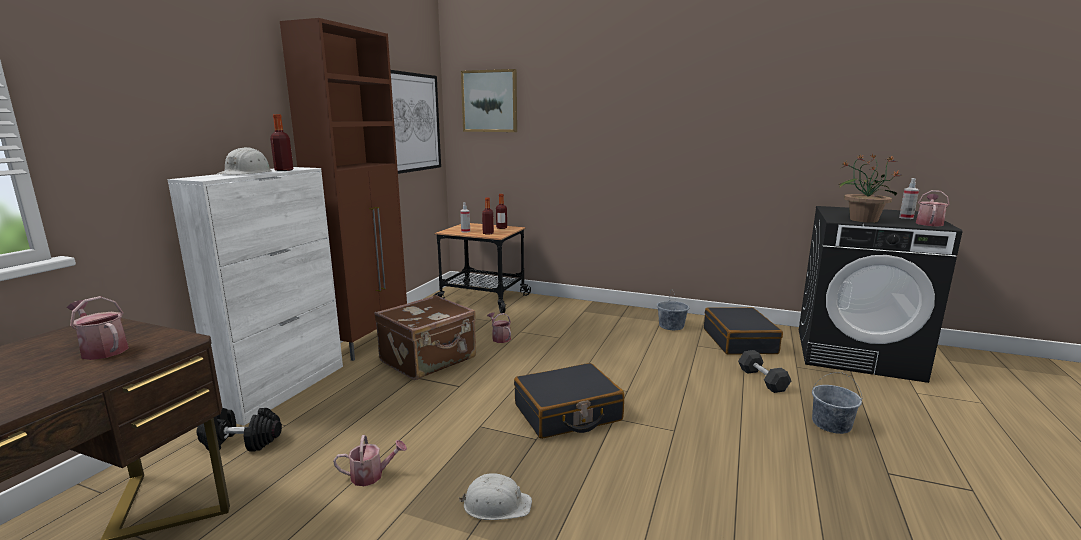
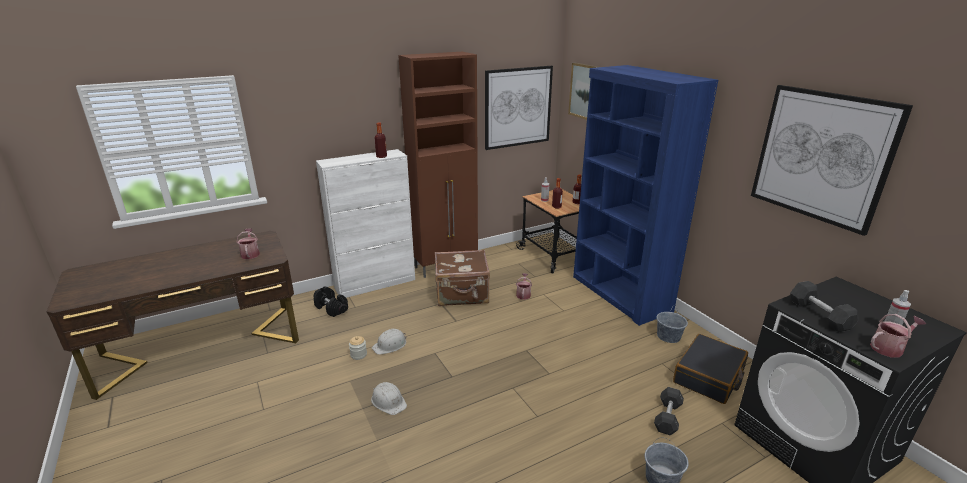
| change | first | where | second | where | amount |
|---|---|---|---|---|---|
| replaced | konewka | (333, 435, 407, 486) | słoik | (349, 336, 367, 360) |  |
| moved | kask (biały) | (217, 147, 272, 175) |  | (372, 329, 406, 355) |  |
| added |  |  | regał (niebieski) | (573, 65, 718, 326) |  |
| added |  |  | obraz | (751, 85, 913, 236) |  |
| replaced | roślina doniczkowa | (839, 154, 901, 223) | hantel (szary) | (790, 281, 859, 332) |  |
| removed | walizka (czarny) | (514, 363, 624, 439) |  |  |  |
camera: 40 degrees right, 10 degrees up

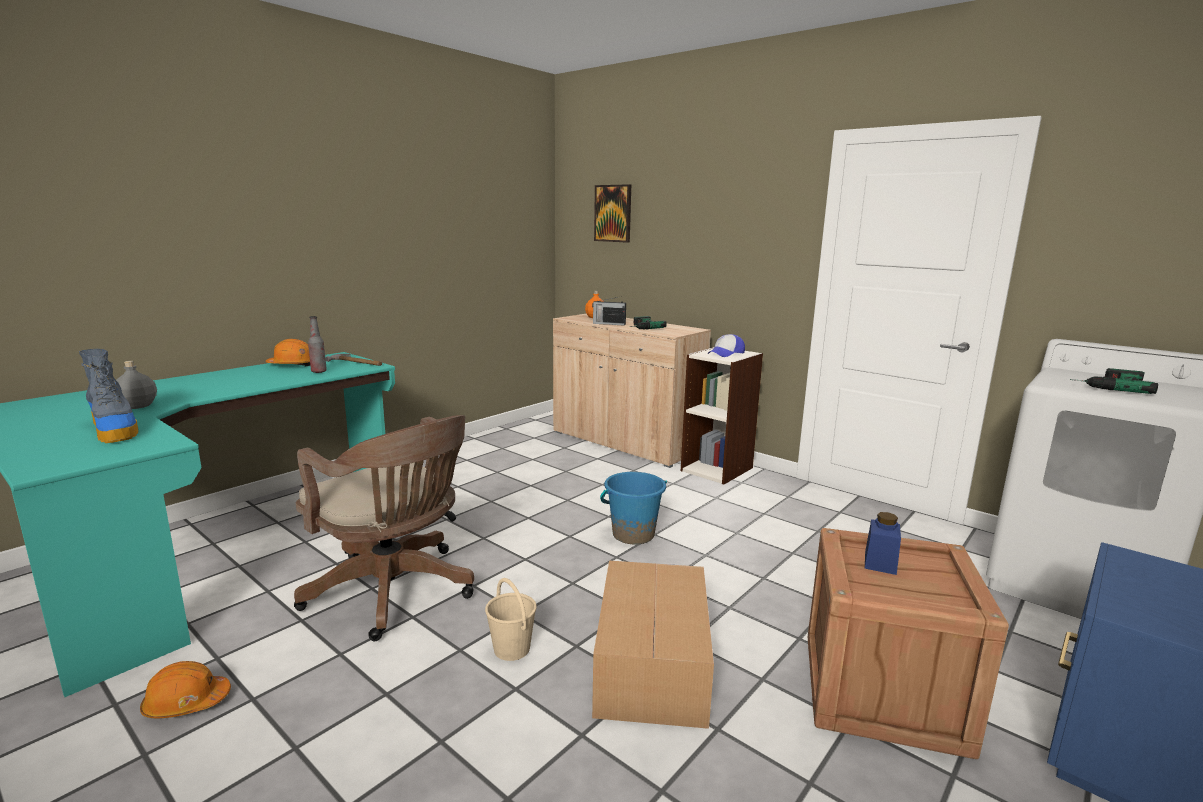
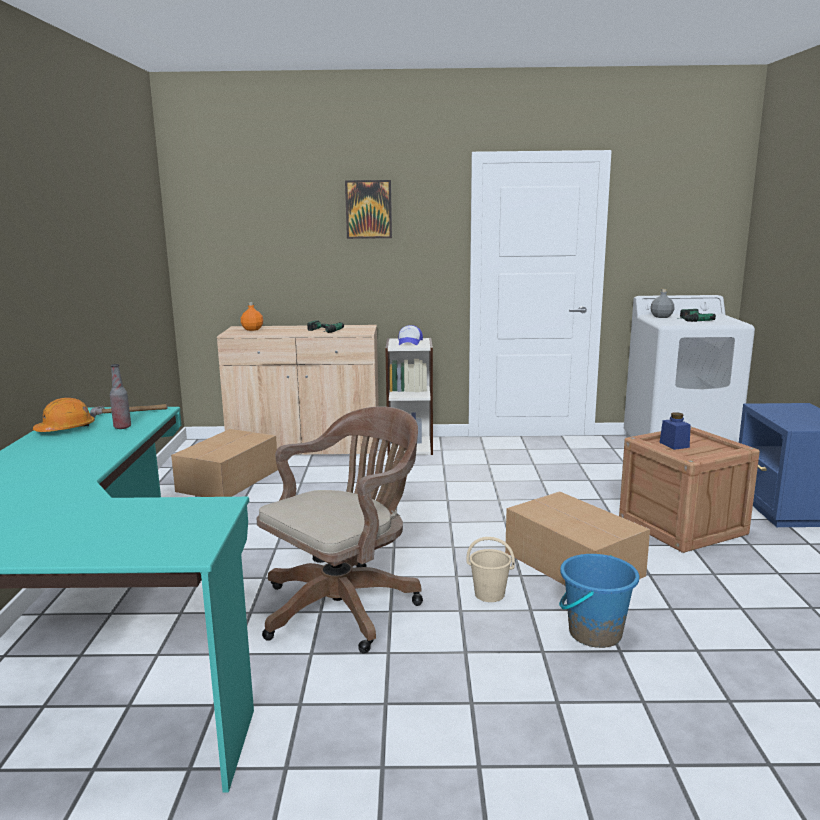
| change | first | where | second | where | amount |
|---|---|---|---|---|---|
| added |  |  | karton | (171, 429, 278, 497) |  |
| turned | krzesło biurowe (brązowy) | (294, 415, 474, 641) |  | (257, 407, 423, 653) | 45 degrees counterclockwise |
| moved | obraz | (594, 184, 631, 243) |  | (345, 180, 392, 239) |  |
| moved | wiadro (niebieski) | (600, 472, 667, 545) |  | (559, 554, 639, 648) |  |
| moved | butelka (szary) | (116, 361, 157, 409) |  | (650, 289, 674, 318) |  |
| removed | but z cholewką | (79, 349, 138, 443) |  |  |  |
| removed | kask (pomarańczowy) | (140, 661, 231, 718) |  |  |  |
| removed | radio | (592, 297, 626, 325) |  |  |  |
camera: 40 degrees left, 0 degrees up

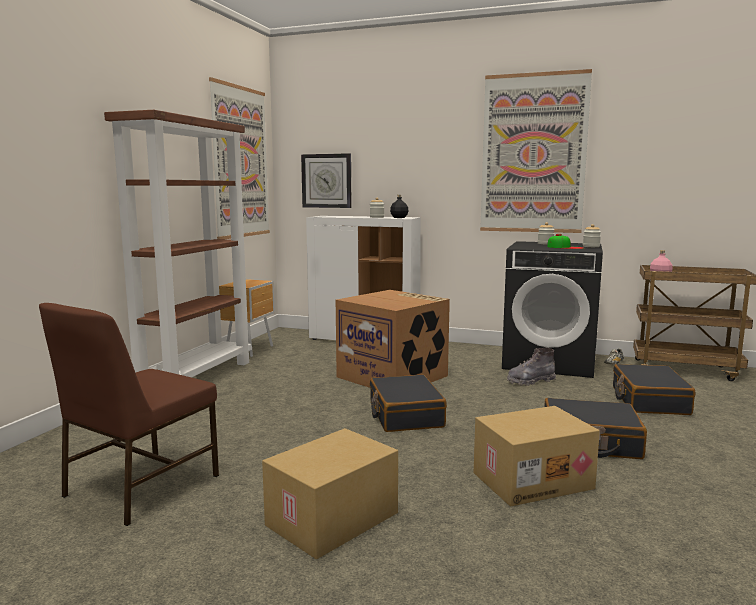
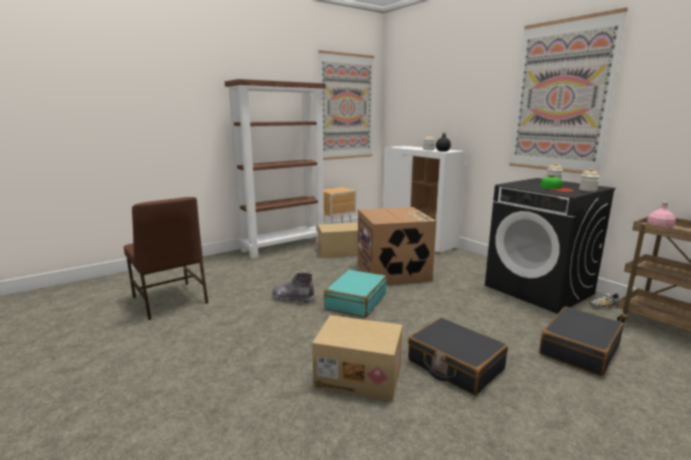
| change | first | where | second | where | amount |
|---|---|---|---|---|---|
| turned | krzesło (brązowy) | (39, 303, 219, 526) |  | (124, 197, 208, 320) | 105 degrees counterclockwise |
| moved | but z cholewką (szary) | (507, 348, 556, 386) |  | (272, 273, 315, 304) |  |
| moved | karton | (262, 428, 398, 559) |  | (318, 223, 358, 258) |  |
| recoloured | walizka (czarny) | (370, 375, 447, 432) | walizka (turkusowy) | (324, 270, 387, 317) |  |
| removed | zegar ścienny | (301, 153, 352, 208) |  |  |  |
camera: 35 degrees right, 5 degrees up

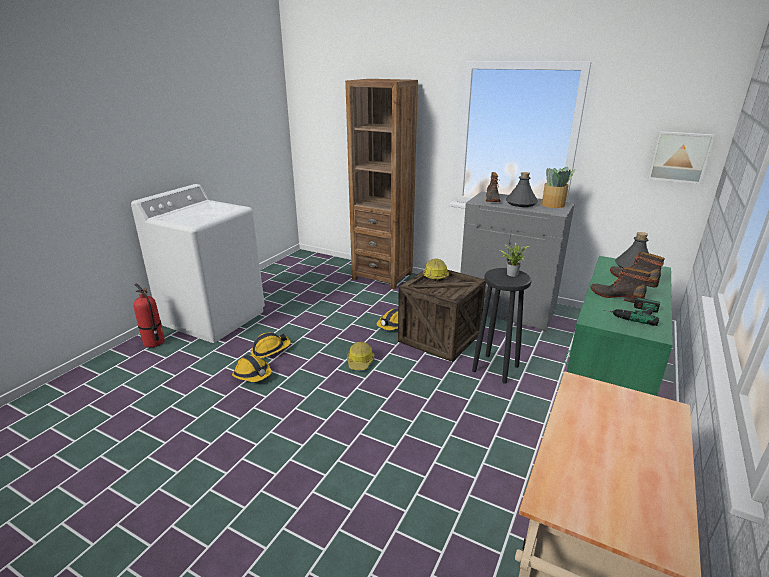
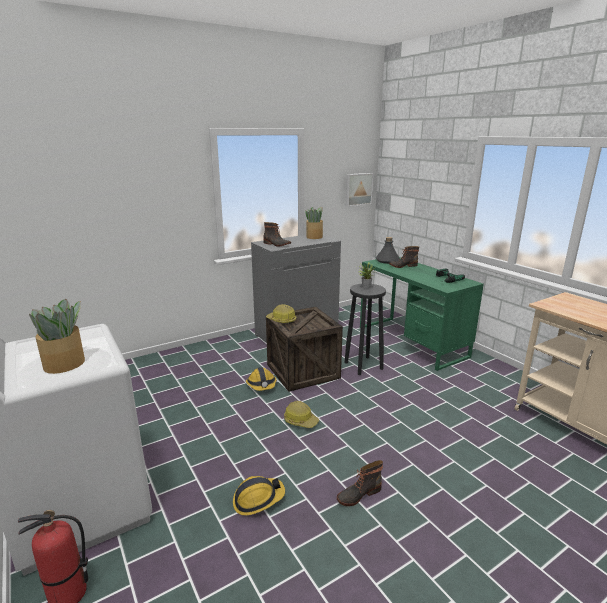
| change | first | where | second | where | amount |
|---|---|---|---|---|---|
| added |  |  | roślina doniczkowa | (29, 299, 85, 374) |  |
| moved | but z cholewką | (590, 267, 651, 303) |  | (337, 460, 383, 506) |  |
| removed | kask | (251, 333, 291, 358) |  |  |  |
| removed | regał (brązowy) | (345, 79, 418, 289) |  |  |  |
| removed | butelka (szary) | (506, 172, 538, 207) |  |  |  |
camera: 60 degrees left, 5 degrees down

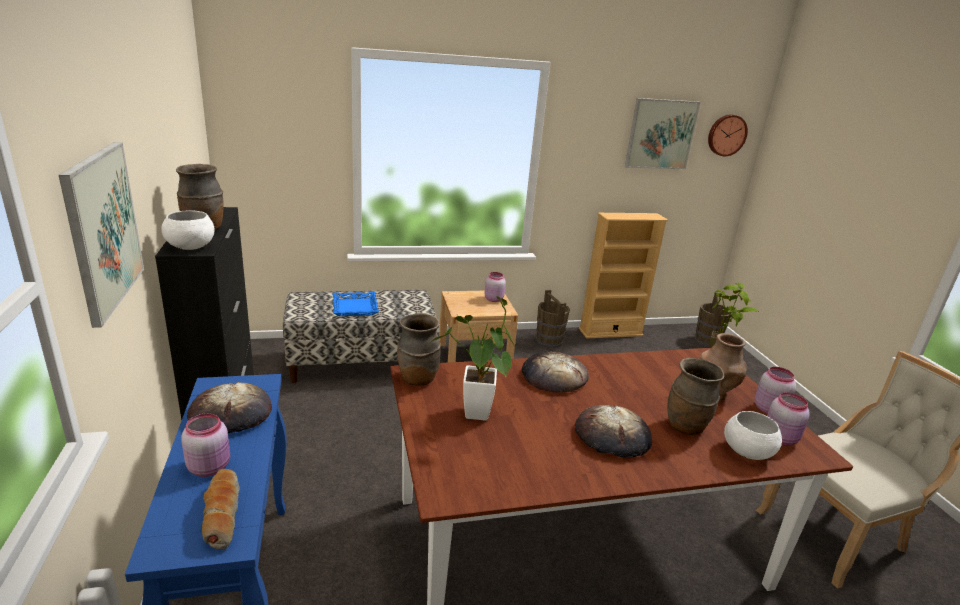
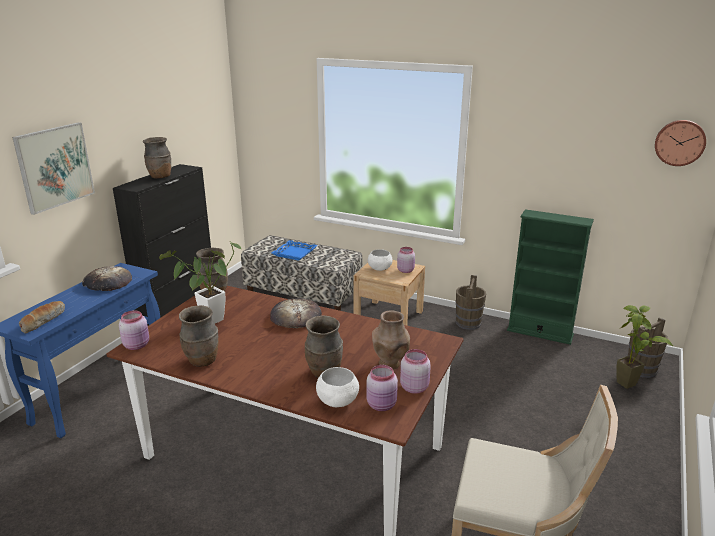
| change | first | where | second | where | amount |
|---|---|---|---|---|---|
| moved | słoik (różowy) | (181, 413, 230, 477) |  | (119, 310, 149, 350) |  |
| added |  |  | wazon (brązowy) | (179, 305, 219, 367) |  |
| moved | miska (biały) | (161, 210, 215, 250) |  | (368, 249, 393, 271) |  |
| recoloured | regał (beżowy) | (579, 213, 668, 338) | regał (zielony) | (507, 210, 594, 345) |  |
| removed | chleb | (575, 405, 652, 457) |  |  |  |
| removed | obraz | (625, 98, 700, 169) |  |  |  |
camera: 40 degrees right, 0 degrees up

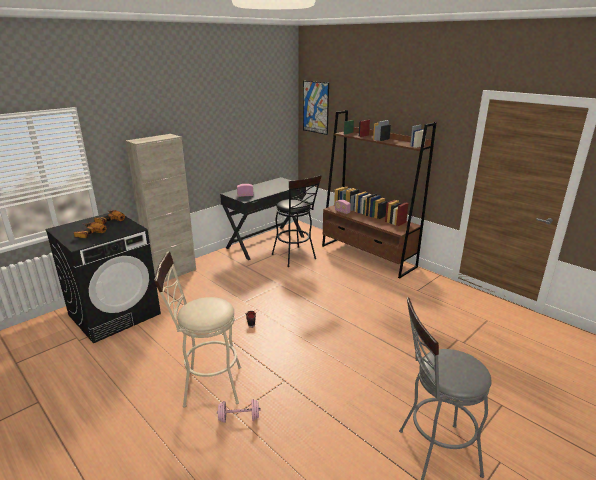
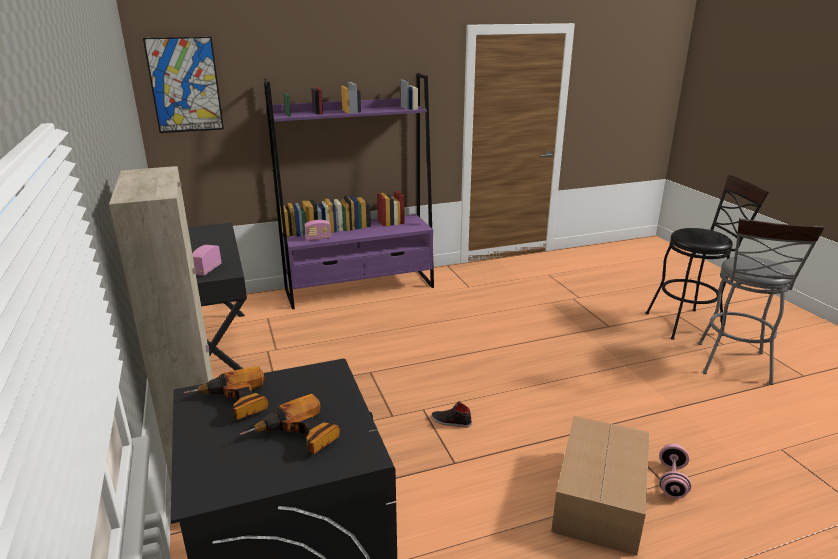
| change | first | where | second | where | amount |
|---|---|---|---|---|---|
| recoloured | regał (brązowy) | (322, 110, 436, 279) | regał (fioletowy) | (264, 73, 434, 309) |  |
| replaced | stołek (beżowy) | (154, 251, 241, 407) | karton | (551, 416, 649, 556) |  |
| moved | stołek (czarny) | (272, 175, 322, 267) |  | (646, 175, 769, 340) |  |
camera: 65 degrees left, 0 degrees up

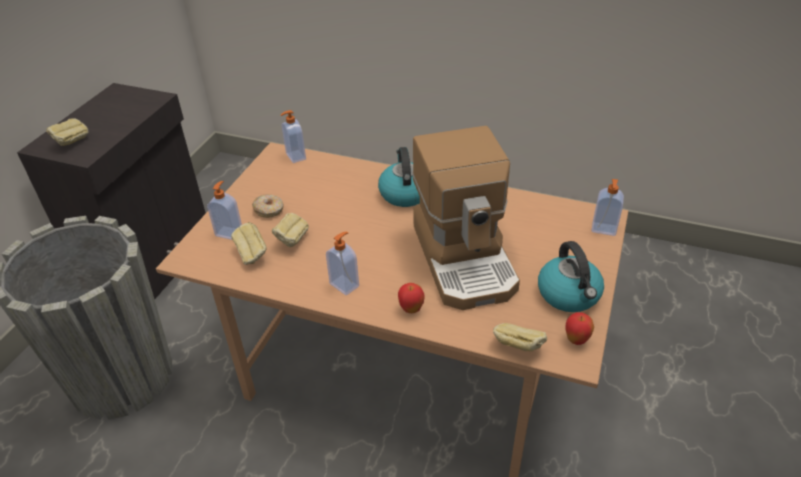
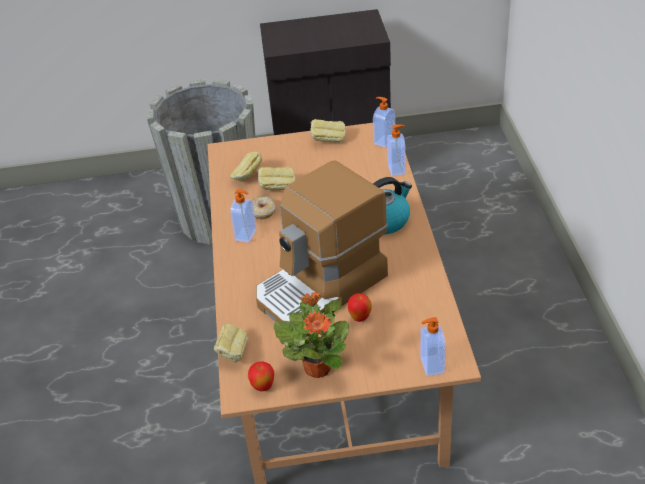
| change | first | where | second | where | amount |
|---|---|---|---|---|---|
| moved | donut | (252, 194, 284, 218) |  | (252, 196, 276, 220) |  |
| replaced | czajnik | (538, 241, 604, 312) | roślina doniczkowa | (274, 292, 349, 378) |  |
| moved | chleb | (46, 118, 89, 146) |  | (310, 119, 346, 143) |  |
| moved | jabłko | (398, 283, 425, 313) |  | (347, 293, 371, 322) |  |
| moved | dozownik mydła | (207, 181, 242, 240) |  | (387, 124, 406, 176) |  |
camera: 65 degrees right, 0 degrees up

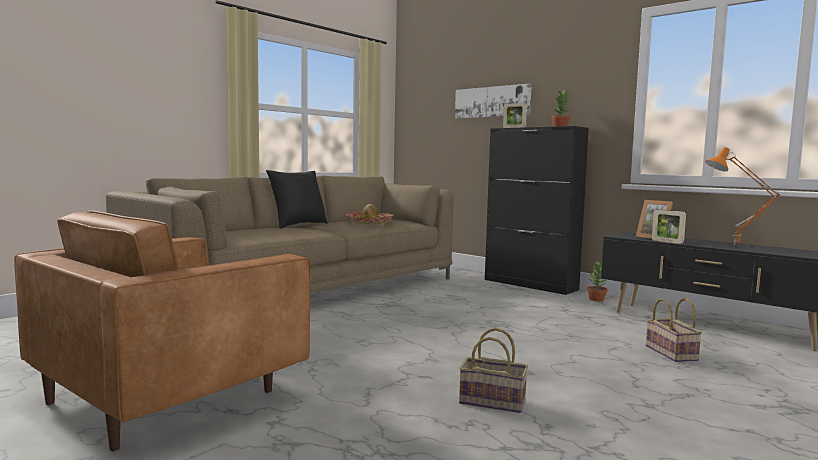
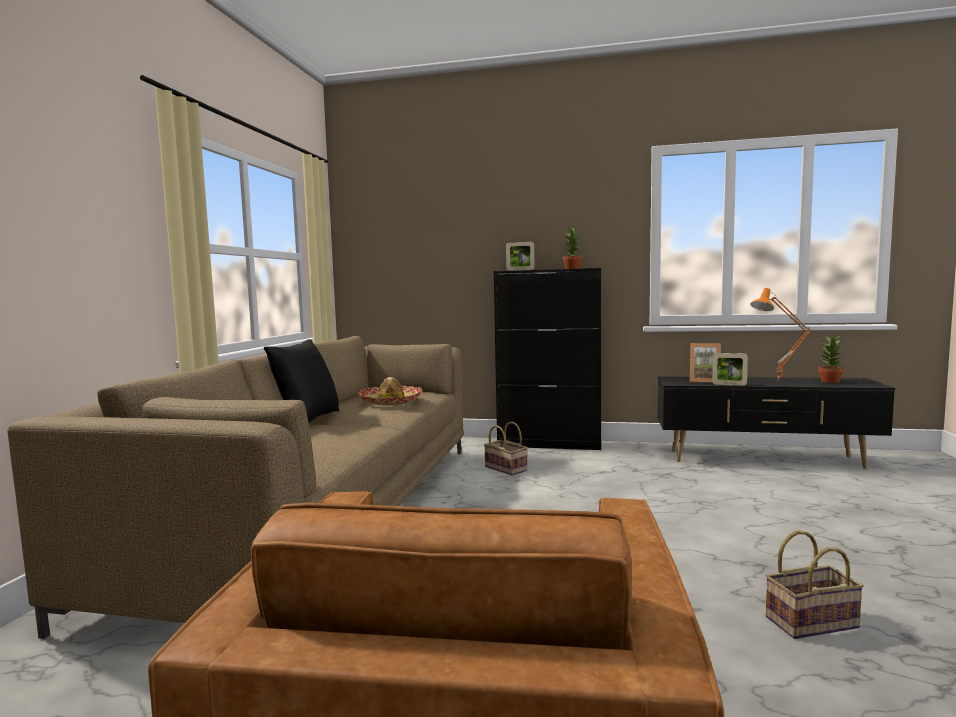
| change | first | where | second | where | amount |
|---|---|---|---|---|---|
| moved | koszyk | (646, 298, 702, 362) |  | (484, 421, 528, 475) |  |
| moved | roślina doniczkowa | (587, 261, 608, 301) |  | (818, 336, 845, 383) |  |
| removed | obraz | (455, 83, 532, 119) |  |  |  |
camera: 30 degrees left, 0 degrees up

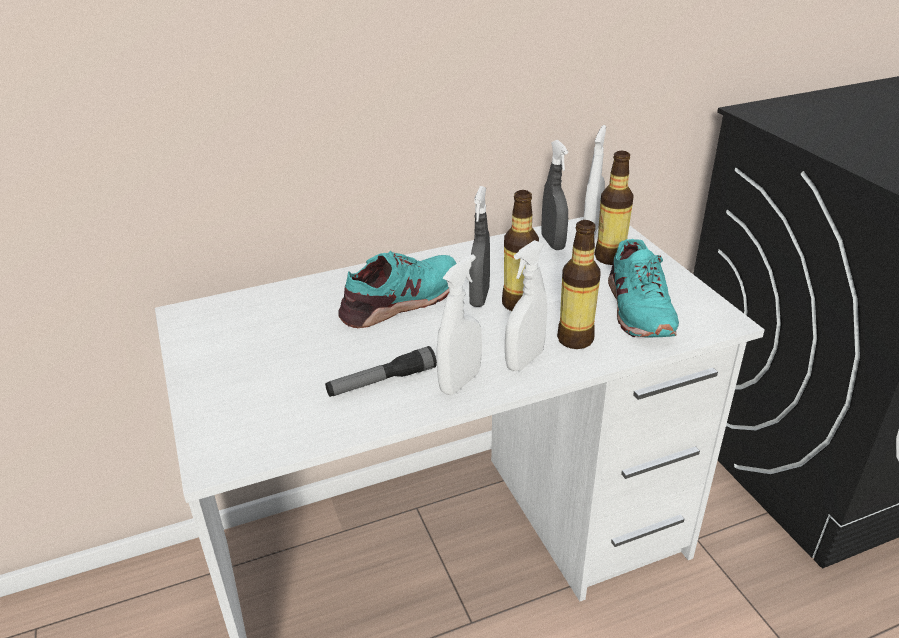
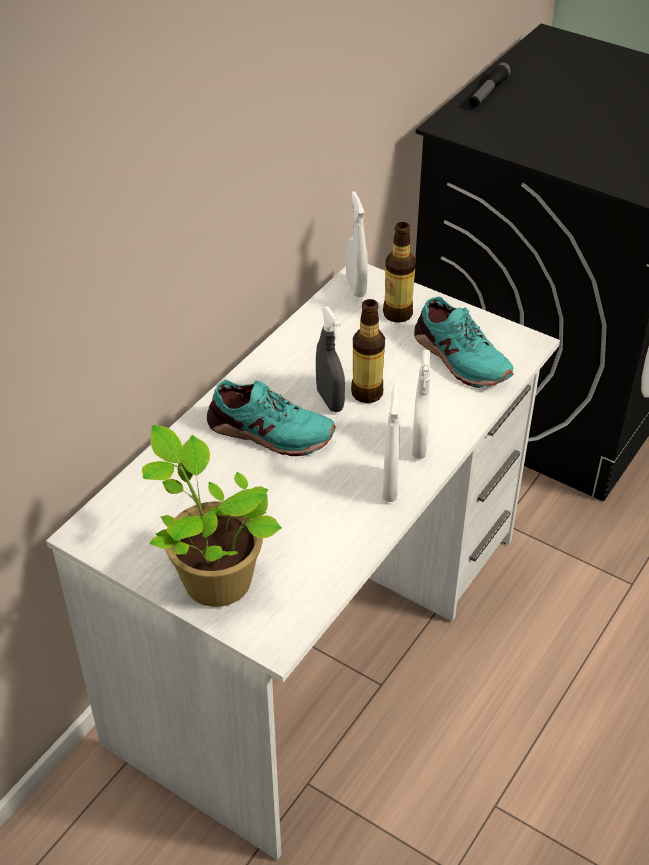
| change | first | where | second | where | amount |
|---|---|---|---|---|---|
| added |  |  | roślina doniczkowa | (142, 425, 282, 607) |  |
| turned | but (turkusowy) | (338, 251, 457, 328) |  | (207, 380, 336, 456) | 90 degrees clockwise |
| moved | latarka | (325, 346, 437, 397) |  | (469, 61, 512, 107) |  |
| removed | spryskiwacz (szary) | (541, 140, 568, 250) |  |  |  |
| removed | butelka | (557, 220, 601, 349) |  |  |  |
camera: 35 degrees left, 10 degrees up

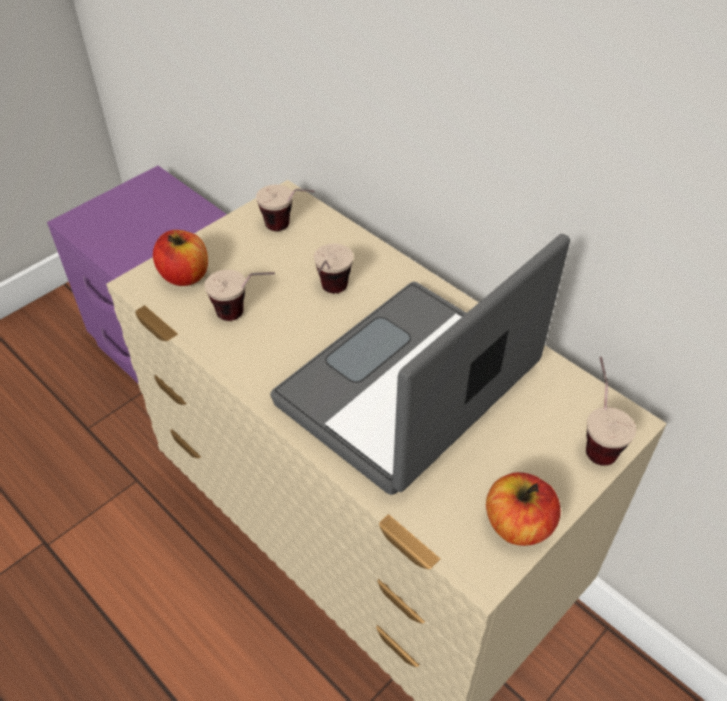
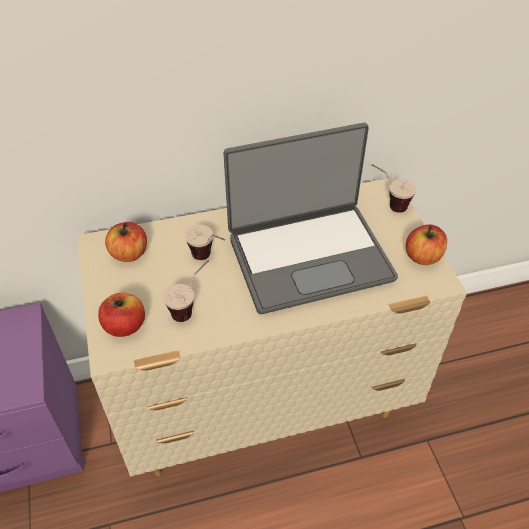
| change | first | where | second | where | amount |
|---|---|---|---|---|---|
| replaced | filiżanka | (256, 184, 315, 231) | jabłko | (105, 222, 147, 262) |  |
| turned | laptop | (270, 234, 570, 495) |  | (224, 123, 398, 314) | 90 degrees counterclockwise |
camera: 60 degrees left, 0 degrees up

